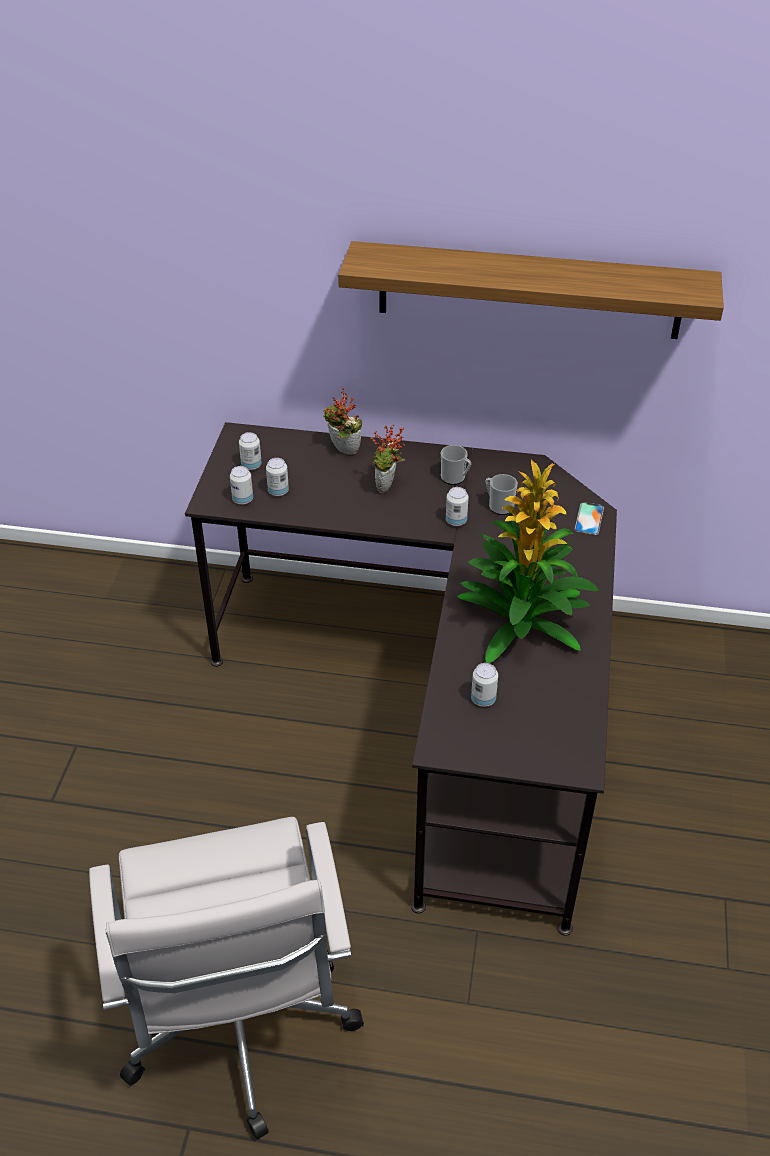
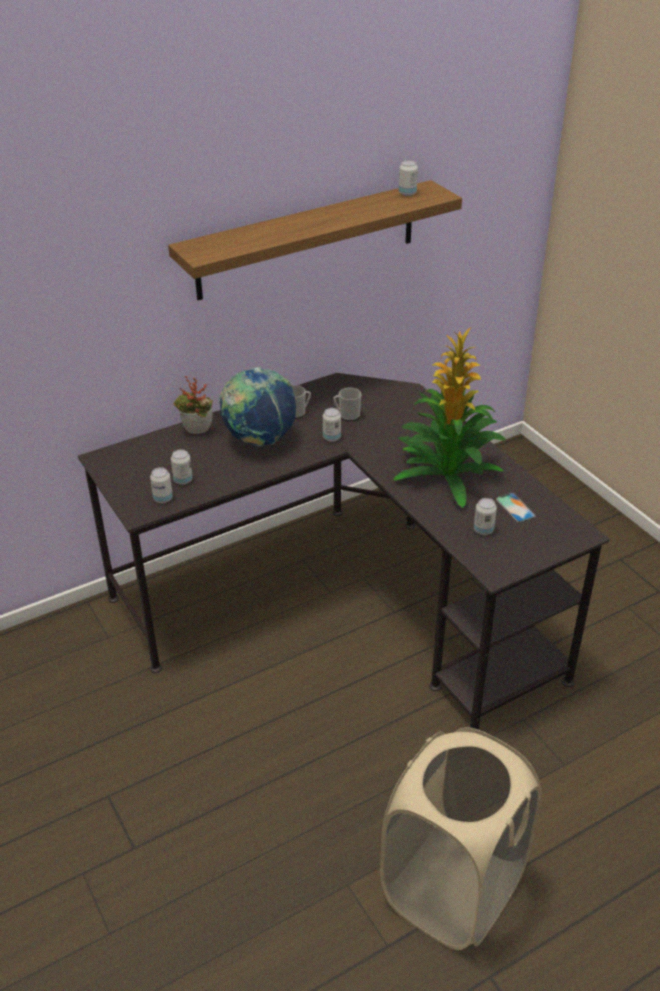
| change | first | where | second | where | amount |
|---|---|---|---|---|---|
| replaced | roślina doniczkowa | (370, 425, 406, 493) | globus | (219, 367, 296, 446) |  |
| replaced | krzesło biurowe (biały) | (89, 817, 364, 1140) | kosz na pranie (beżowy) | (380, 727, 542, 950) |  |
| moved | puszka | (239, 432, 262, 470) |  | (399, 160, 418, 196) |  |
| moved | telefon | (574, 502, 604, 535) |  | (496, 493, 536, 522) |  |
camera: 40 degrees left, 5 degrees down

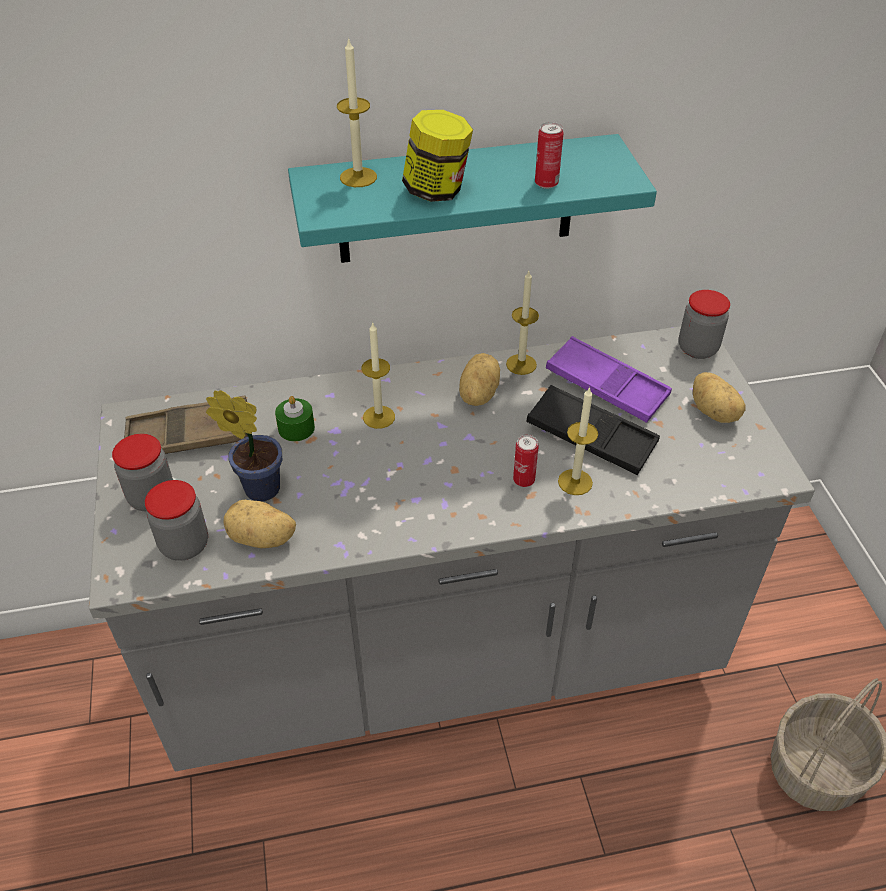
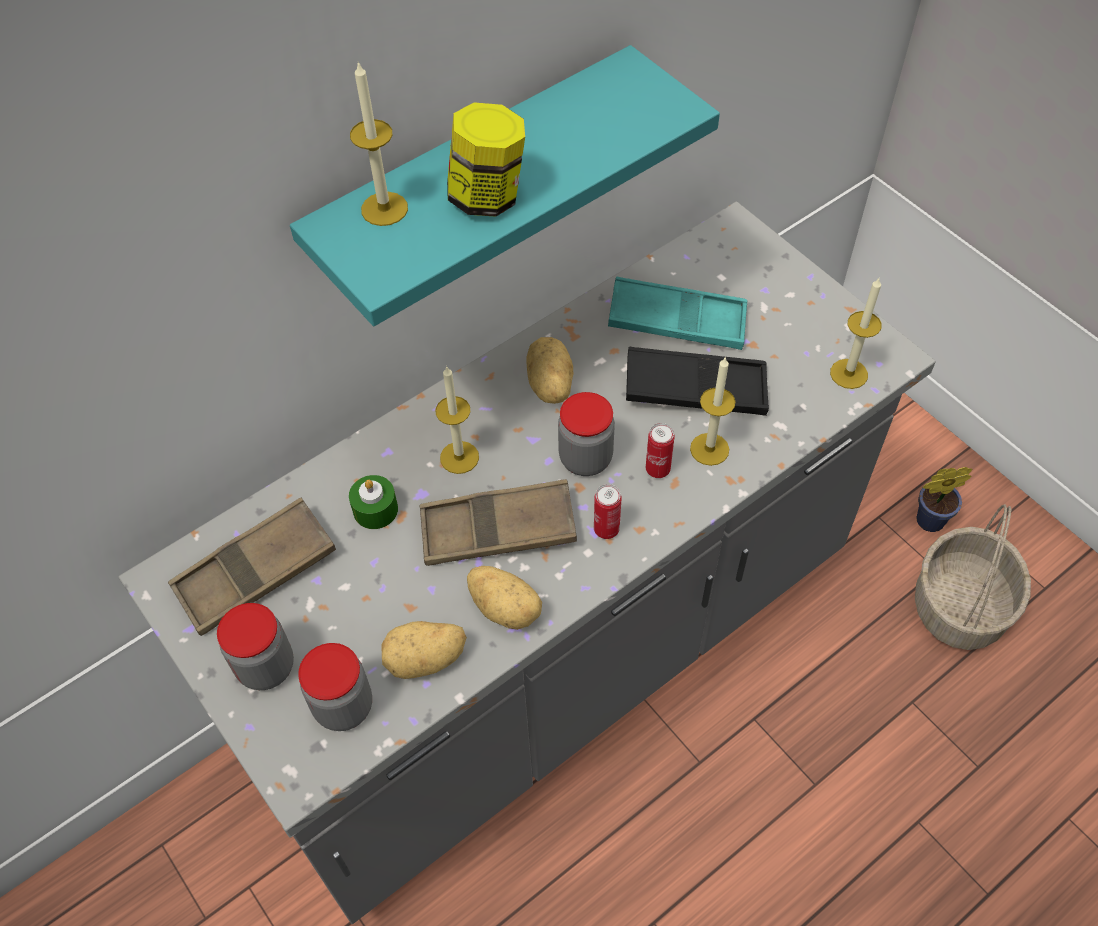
| change | first | where | second | where | amount |
|---|---|---|---|---|---|
| added |  |  | taca (brązowy) | (420, 479, 577, 566) |  |
| moved | ziemniak | (693, 372, 746, 423) |  | (467, 566, 542, 630) |  |
| moved | słoik | (679, 290, 730, 359) |  | (558, 392, 615, 476) |  |
| moved | puszka | (535, 122, 563, 189) |  | (594, 484, 622, 539) |  |
| recoloured | taca (fioletowy) | (546, 336, 672, 423) | taca (turkusowy) | (608, 277, 747, 350) |  |
| moved | świeca | (506, 271, 539, 375) |  | (830, 278, 882, 389) |  |
| moved | roślina doniczkowa | (206, 390, 282, 501) |  | (916, 467, 972, 532) |  |
camera: 25 degrees left, 10 degrees up

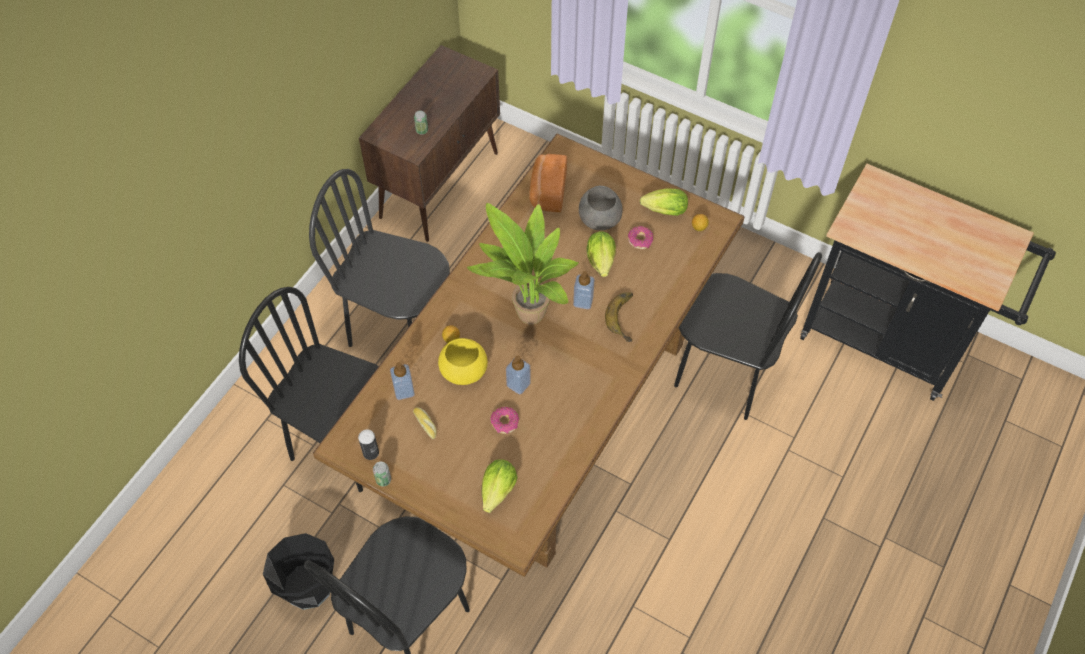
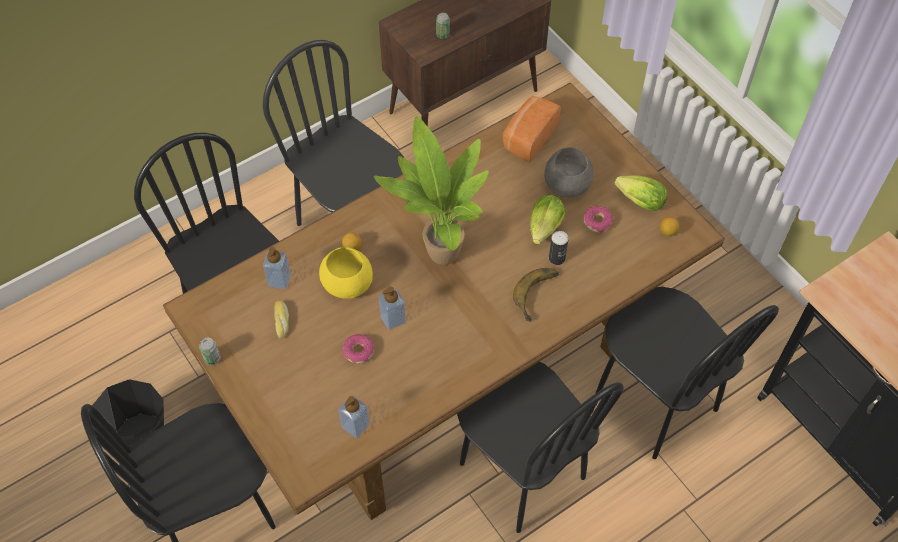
| change | first | where | second | where | amount |
|---|---|---|---|---|---|
| moved | dozownik mydła | (573, 271, 595, 309) |  | (338, 395, 370, 438) |  |
| added |  |  | krzesło (czarny) | (457, 362, 624, 533) |  |
| moved | puszka | (358, 430, 379, 460) |  | (549, 231, 569, 265) |  |
| removed | sałata | (482, 459, 518, 513) |  |  |  |
camera: 25 degrees right, 0 degrees up

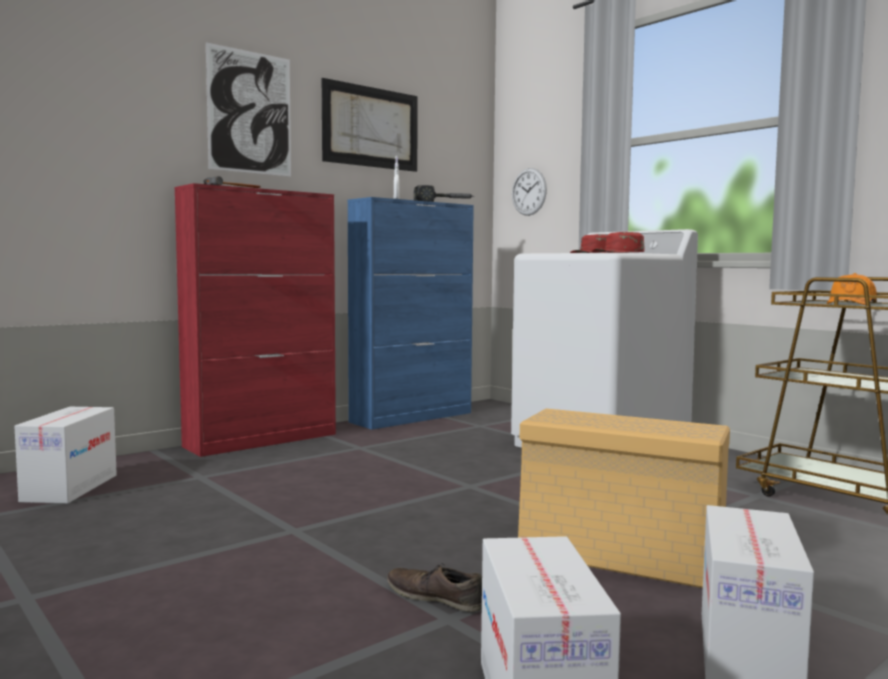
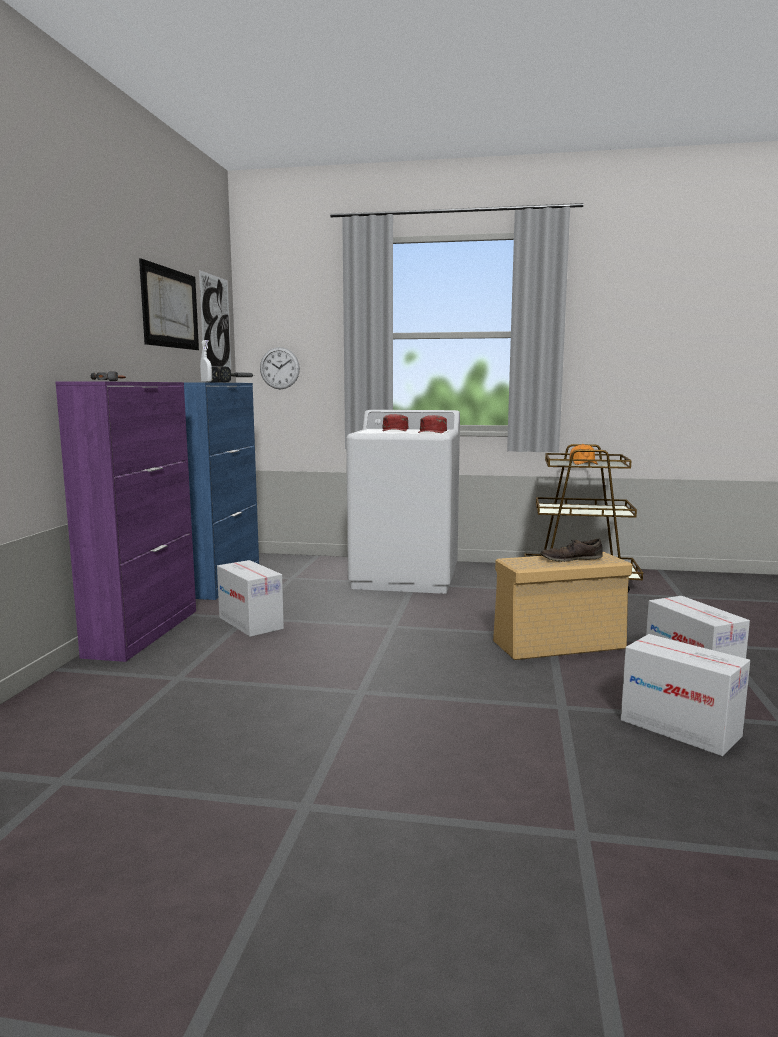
| change | first | where | second | where | amount |
|---|---|---|---|---|---|
| recoloured | szafka (czerwony) | (175, 183, 336, 457) | szafka (fioletowy) | (55, 382, 196, 662) |  |
| moved | obraz | (206, 42, 291, 177) |  | (199, 270, 231, 369) |  |
| moved | karton | (15, 407, 117, 504) |  | (217, 560, 284, 637) |  |
| moved | but (brązowy) | (387, 564, 482, 612) |  | (540, 539, 603, 562) |  |
camera: 40 degrees left, 5 degrees up

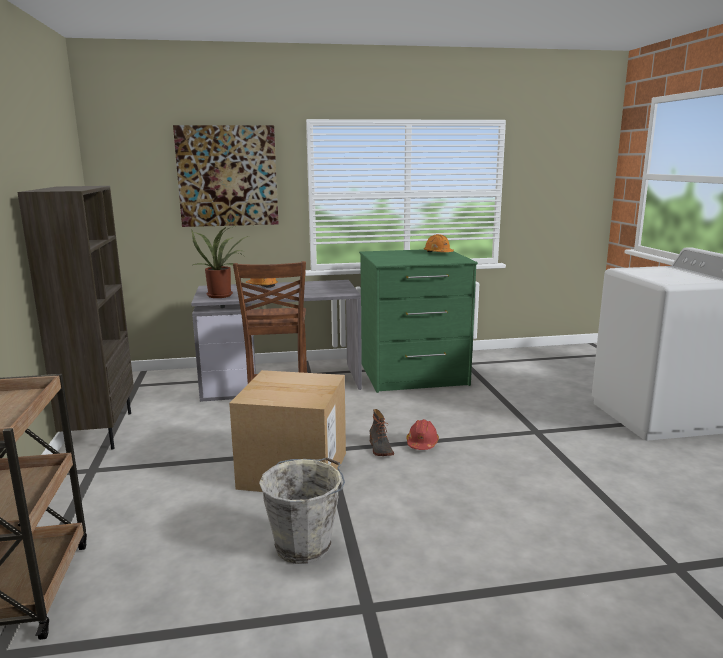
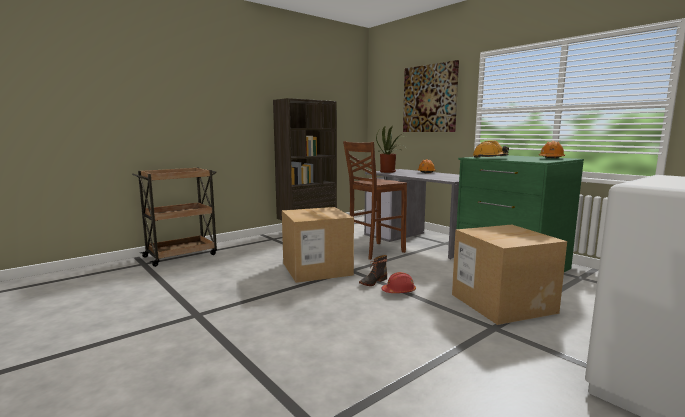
| change | first | where | second | where | amount |
|---|---|---|---|---|---|
| added |  |  | karton | (452, 225, 567, 325) |  |
| added |  |  | kask (pomarańczowy) | (473, 140, 509, 158) |  |
| removed | wiadro (szary) | (259, 457, 345, 564) |  |  |  |
camera: 60 degrees right, 5 degrees down

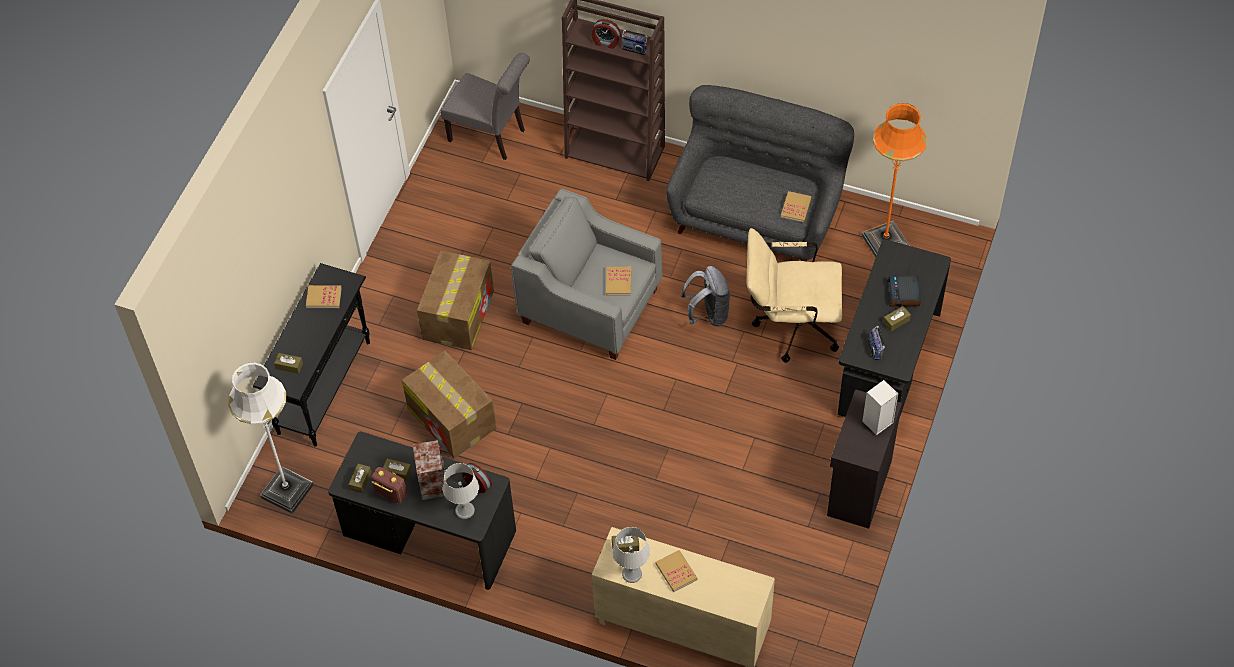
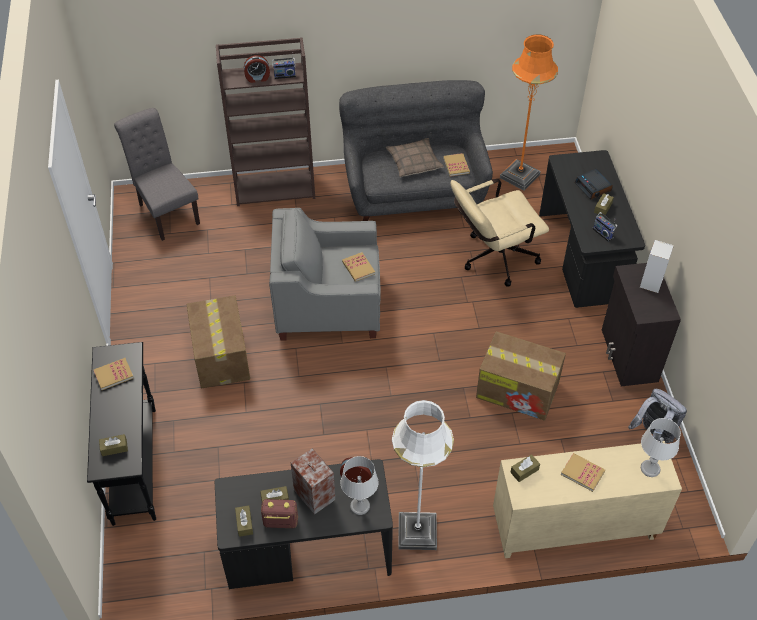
| change | first | where | second | where | amount |
|---|---|---|---|---|---|
| turned | krzesło (szary) | (440, 53, 530, 160) |  | (114, 108, 200, 241) | 120 degrees counterclockwise |
| added |  |  | poduszka | (386, 138, 444, 177) |  |
| moved | lampa stojąca (biały) | (228, 362, 314, 514) |  | (392, 400, 454, 550) |  |
| moved | karton | (402, 351, 496, 458) |  | (476, 331, 566, 421) |  |
| moved | plecak (szary) | (681, 266, 730, 326) |  | (628, 389, 687, 443) |  |
| moved | lampa stołowa (szary) | (613, 527, 650, 583) |  | (641, 418, 681, 477) |  |
camera: 30 degrees left, 5 degrees down

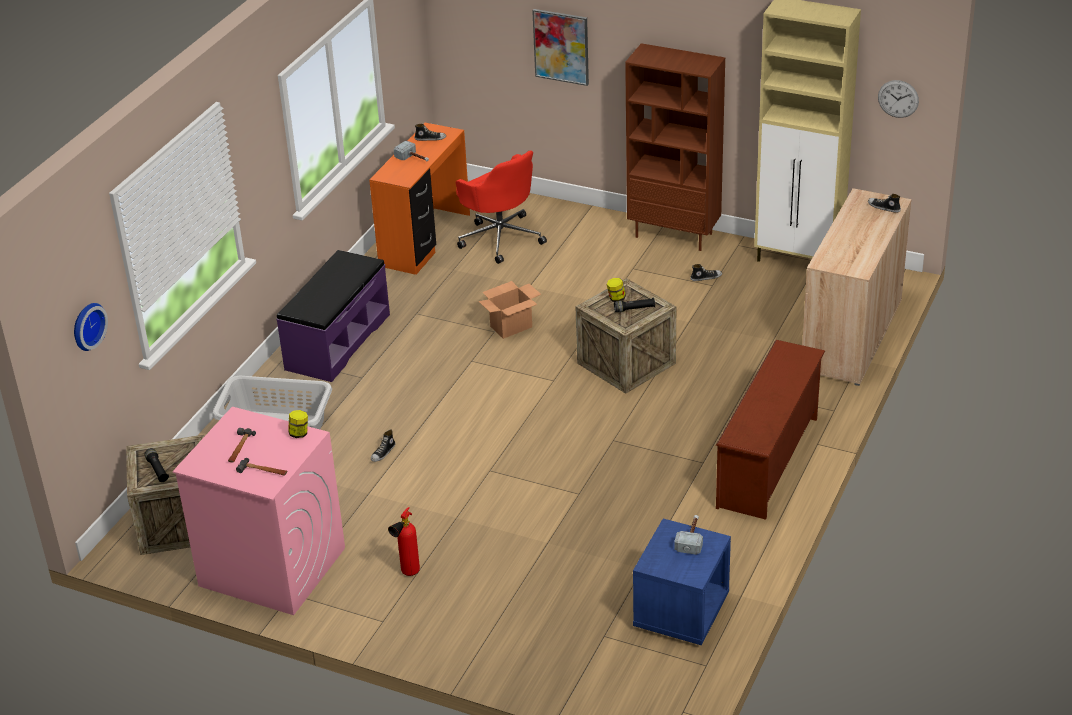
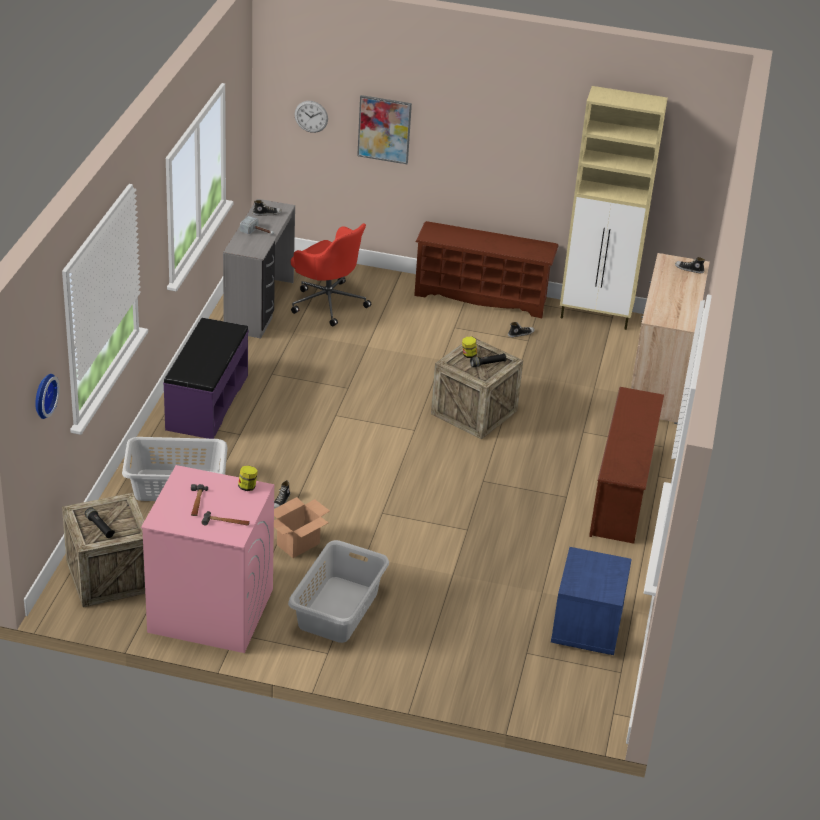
| change | first | where | second | where | amount |
|---|---|---|---|---|---|
| recoloured | biurko (pomarańczowy) | (369, 123, 470, 275) | biurko (szary) | (223, 199, 295, 339) |  |
| moved | karton | (478, 281, 541, 339) |  | (274, 497, 330, 558) |  |
| replaced | gaśnica | (388, 507, 420, 576) | kosz na pranie (szary) | (288, 540, 389, 643) |  |
| moved | zegar ścienny | (878, 80, 919, 118) |  | (295, 101, 328, 133) |  |
| replaced | regał (brązowy) | (625, 43, 725, 251) | regał na buty (brązowy) | (414, 221, 559, 318) |  |
| removed | młotek | (674, 515, 703, 555) |  |  |  |
camera: 15 degrees left, 0 degrees up

